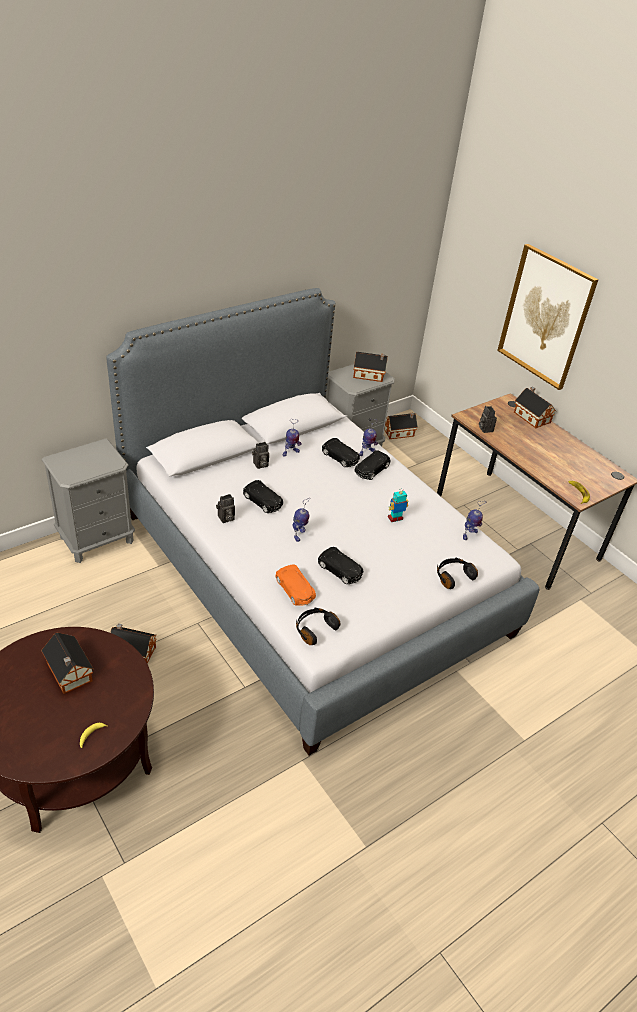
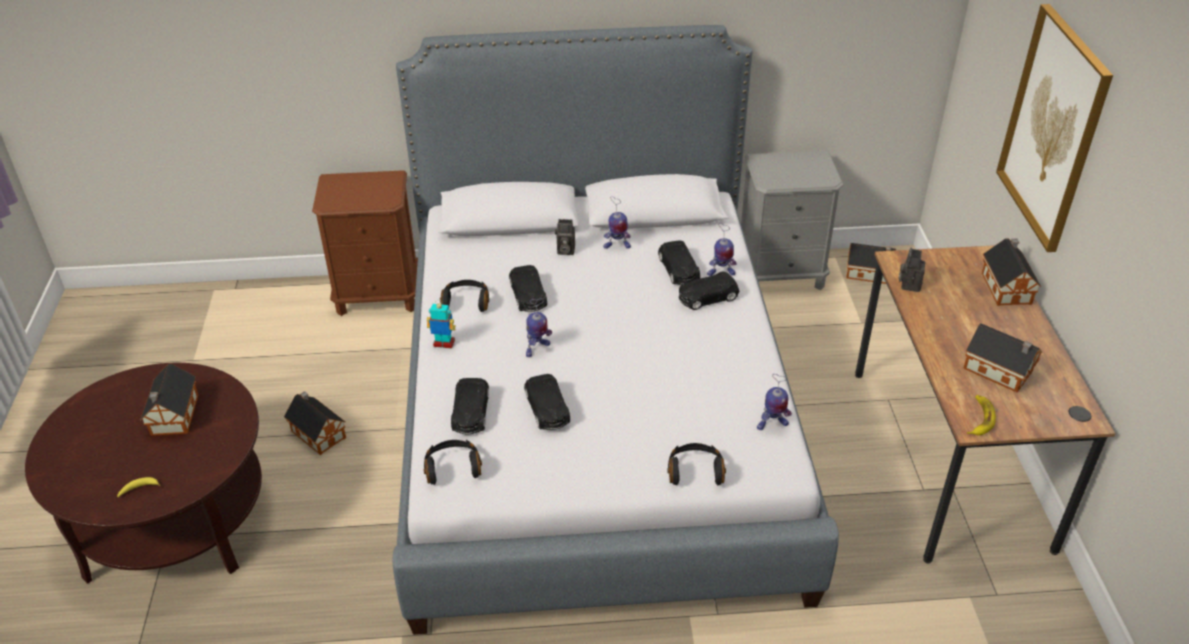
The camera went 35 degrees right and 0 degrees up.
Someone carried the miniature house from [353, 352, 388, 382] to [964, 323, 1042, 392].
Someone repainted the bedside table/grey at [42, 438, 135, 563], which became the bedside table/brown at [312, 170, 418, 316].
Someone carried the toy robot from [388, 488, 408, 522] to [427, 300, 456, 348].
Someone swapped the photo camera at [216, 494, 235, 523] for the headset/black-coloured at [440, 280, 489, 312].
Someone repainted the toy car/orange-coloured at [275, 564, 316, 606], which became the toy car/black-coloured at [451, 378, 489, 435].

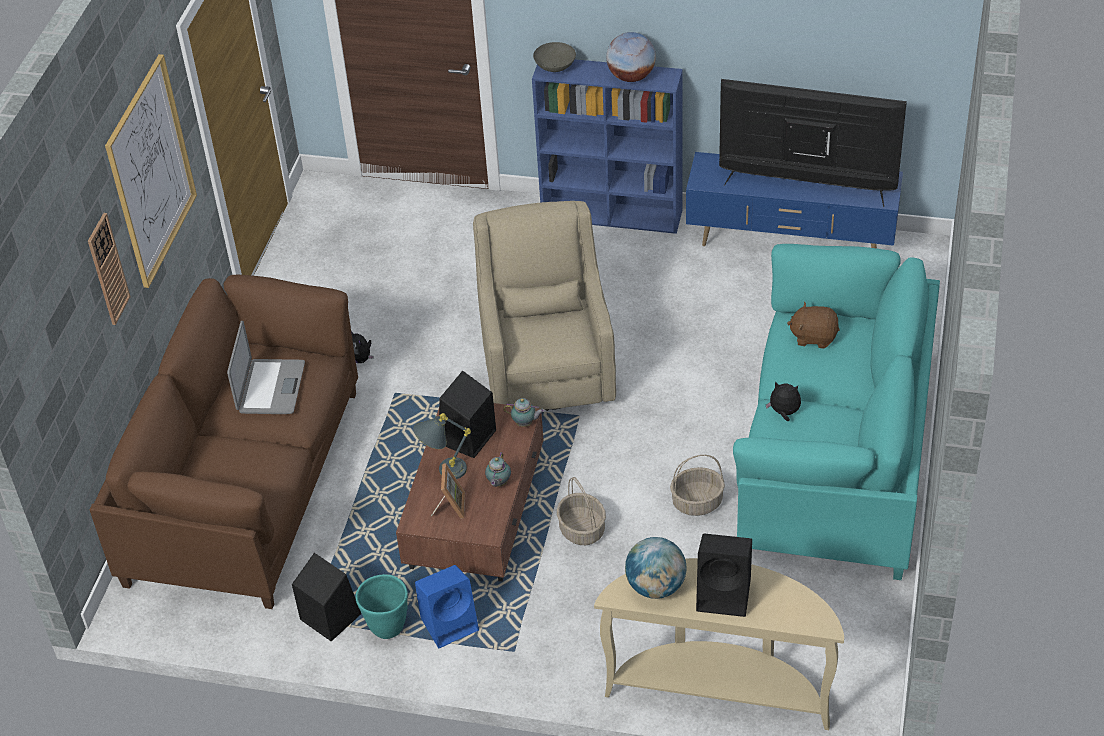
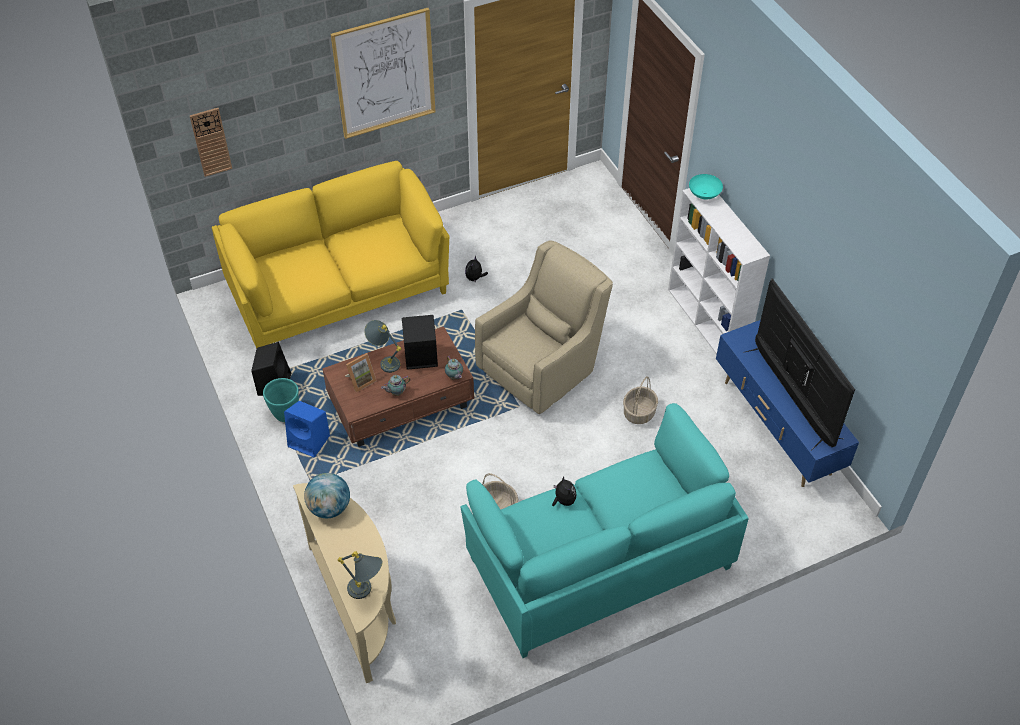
The camera went 50 degrees right and 5 degrees up.
Someone took away the globe at [606, 32, 656, 82].
Someone repainted the deep dish/grey at [533, 42, 576, 72], which became the deep dish/turquoise-coloured at [689, 174, 723, 199].
Someone repainted the bookcase/blue at [532, 59, 683, 234], which became the bookcase/whitish at [668, 188, 770, 354].
Someone carried the wall clock from [88, 213, 131, 325] to [190, 108, 232, 177].
Someone repainted the settee/brown at [90, 275, 358, 609], which became the settee/yellow-coloured at [212, 161, 449, 348].
Someone took away the cuddly toy/brown at [787, 302, 839, 349].
Someone took away the portable computer at [227, 321, 305, 414].
Someone carried the storage basket from [557, 477, 606, 545] to [623, 377, 658, 424].
Someone took away the audio speaker/black-coloured at [696, 534, 752, 617].
Someone put down the tabletop lamp/grey at [338, 551, 382, 599].

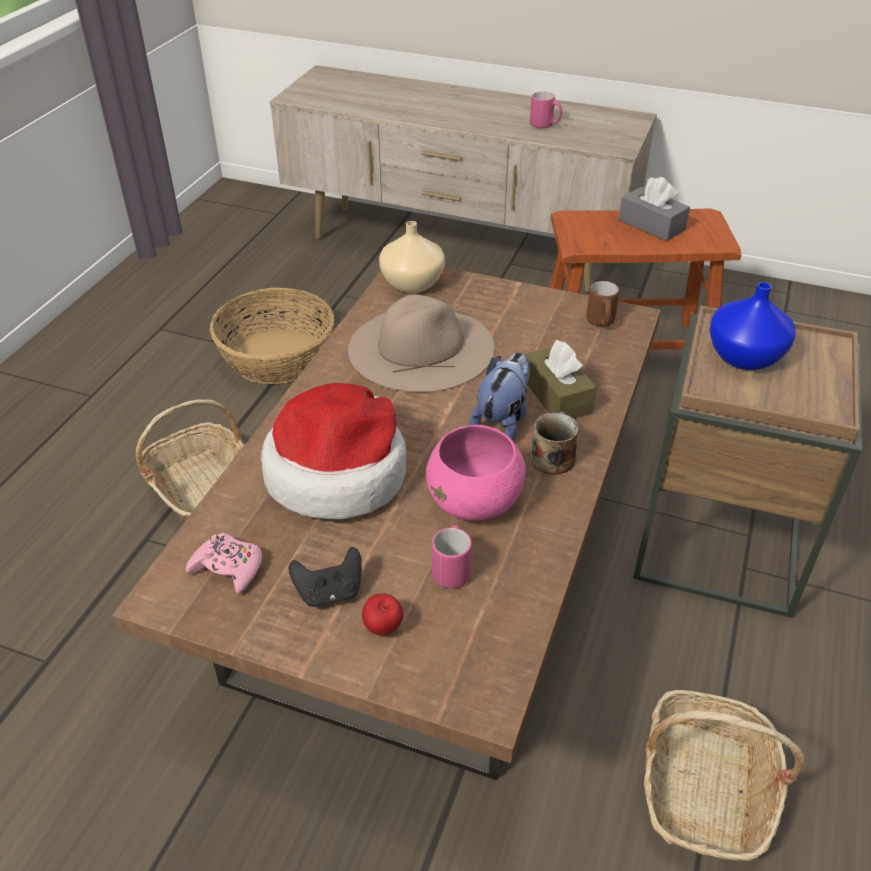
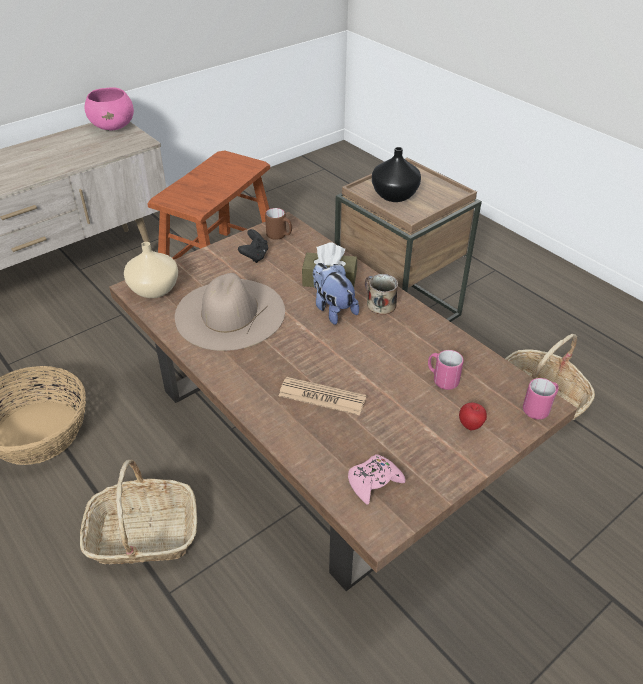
The camera went 60 degrees left and 0 degrees up.
Someone carried the coffee mug/pink from [530, 91, 562, 128] to [523, 378, 559, 420].
Someone took away the tissue box/grey at [619, 177, 690, 241].
Someone repainted the decorative vase/blue at [709, 282, 796, 370], which became the decorative vase/black-coloured at [372, 147, 421, 202].
Someone swapped the hat at [261, 383, 406, 519] for the newspaper at [279, 377, 366, 415].
Someone carried the deep dish/pink from [426, 425, 526, 521] to [84, 87, 134, 130].
Someone carried the joypad/black-coloured from [289, 547, 362, 607] to [238, 229, 268, 263].

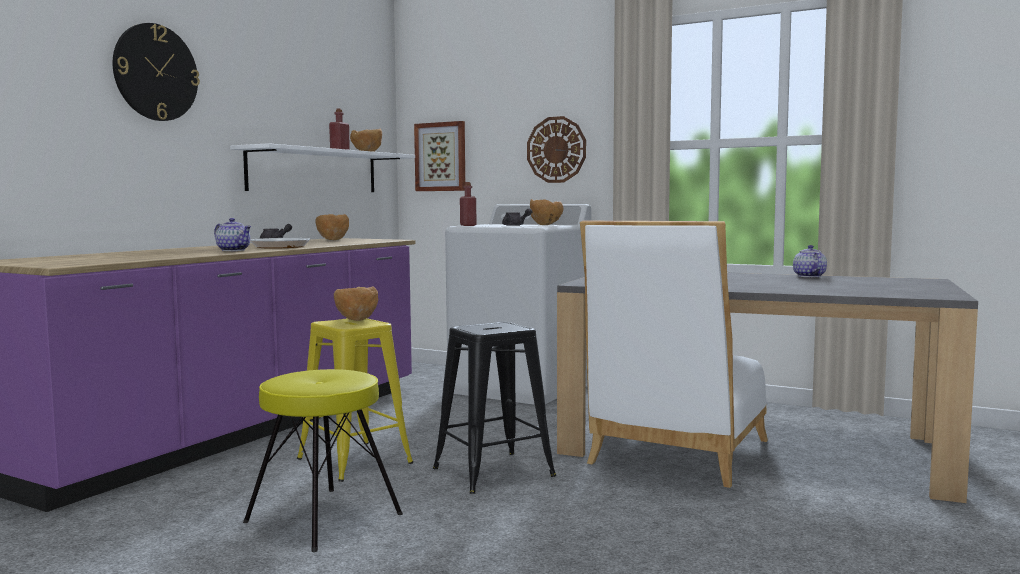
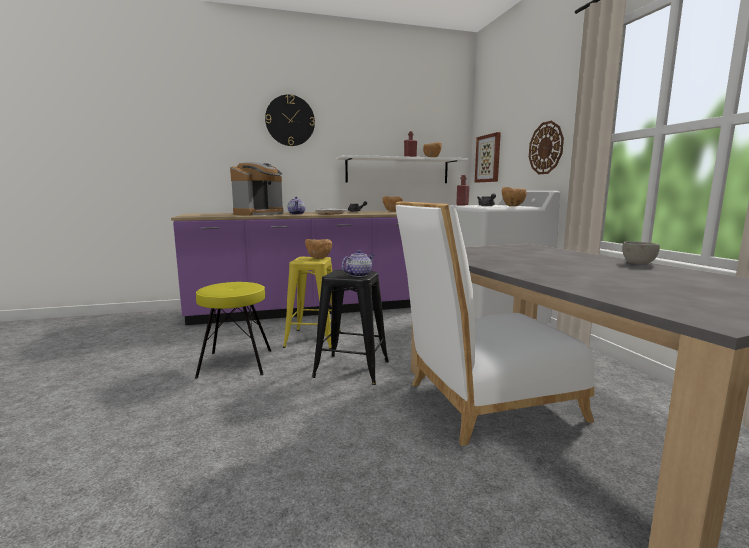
The camera went 45 degrees right and 5 degrees up.
Someone carried the pot for tea from [793, 245, 827, 277] to [342, 250, 375, 277].
Someone put down the coffee maker at [230, 162, 284, 216].
Someone put down the deep dish/grey at [622, 241, 660, 264].

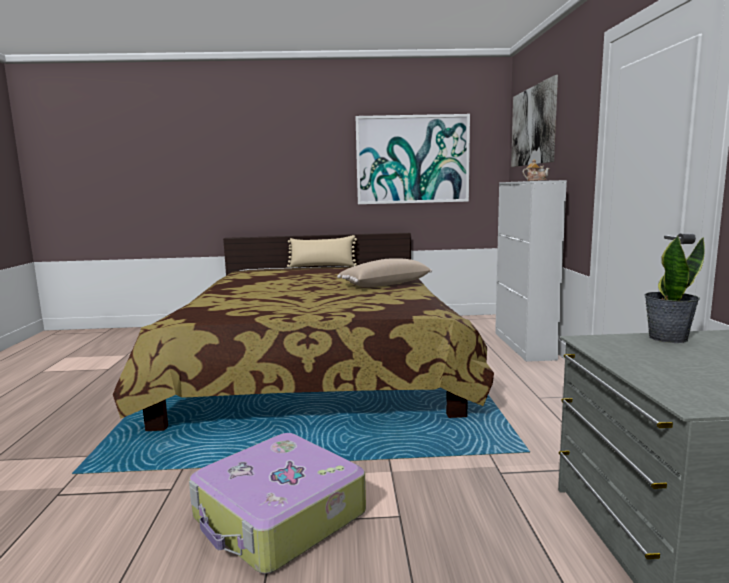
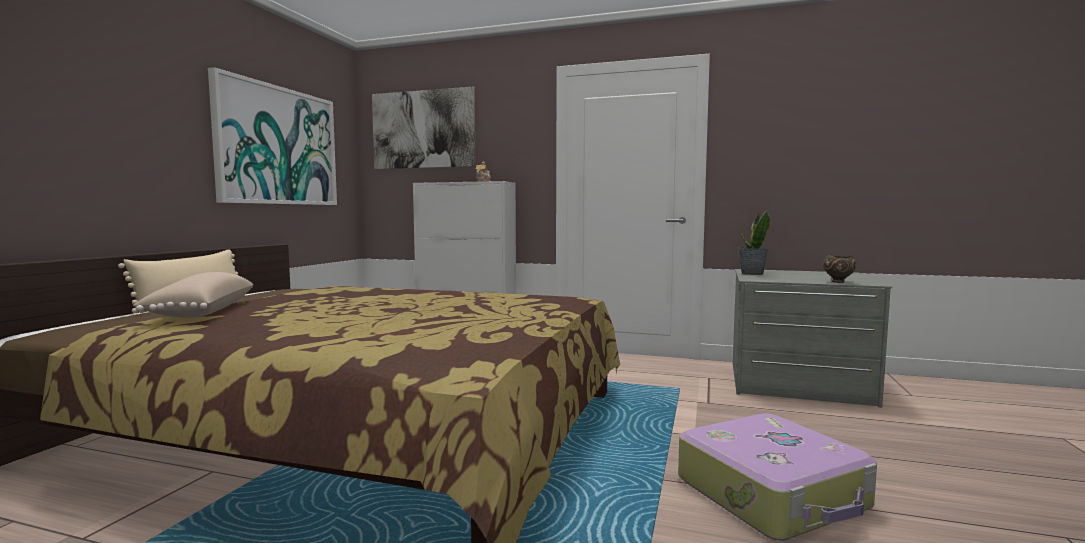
The camera went 70 degrees left and 5 degrees down.
Someone carried the pillow/sand-coloured from [337, 258, 432, 287] to [133, 272, 253, 318].
Someone put down the deep dish/brown at [823, 255, 856, 283].

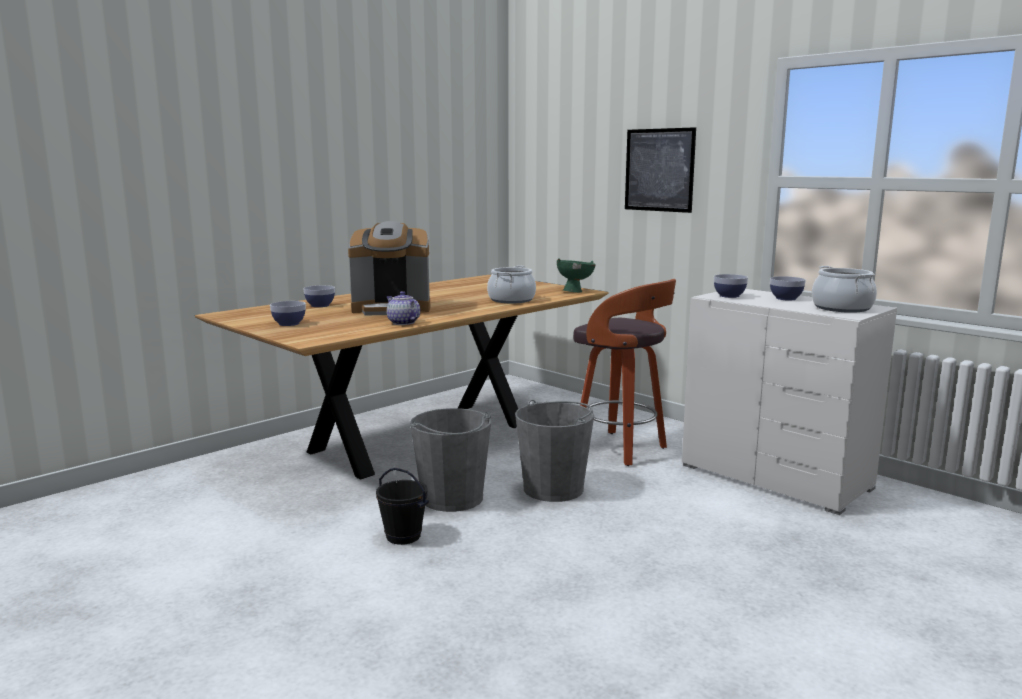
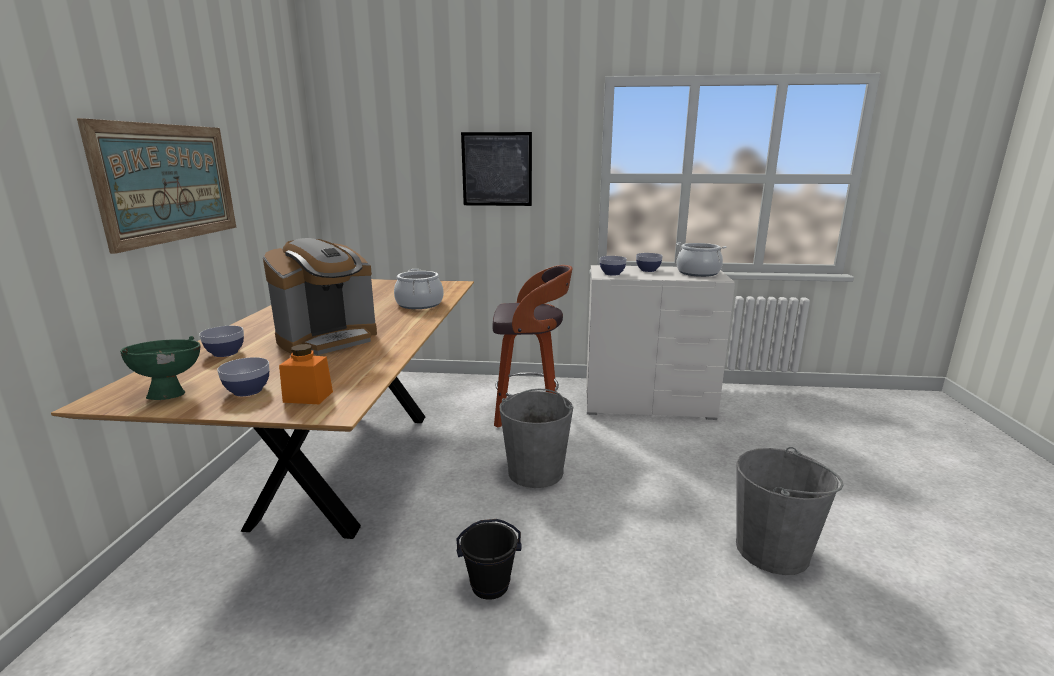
The camera went 40 degrees left and 5 degrees up.
Someone carried the deep dish/green from [557, 258, 596, 293] to [120, 336, 201, 400].
Someone took away the pot for tea at [387, 291, 420, 325].
Someone carried the water bucket/grey from [410, 408, 491, 512] to [736, 447, 844, 575].
Someone put up the picture at [77, 118, 236, 254].
Someone put down the storage jar/orange-coloured at [279, 344, 333, 404].

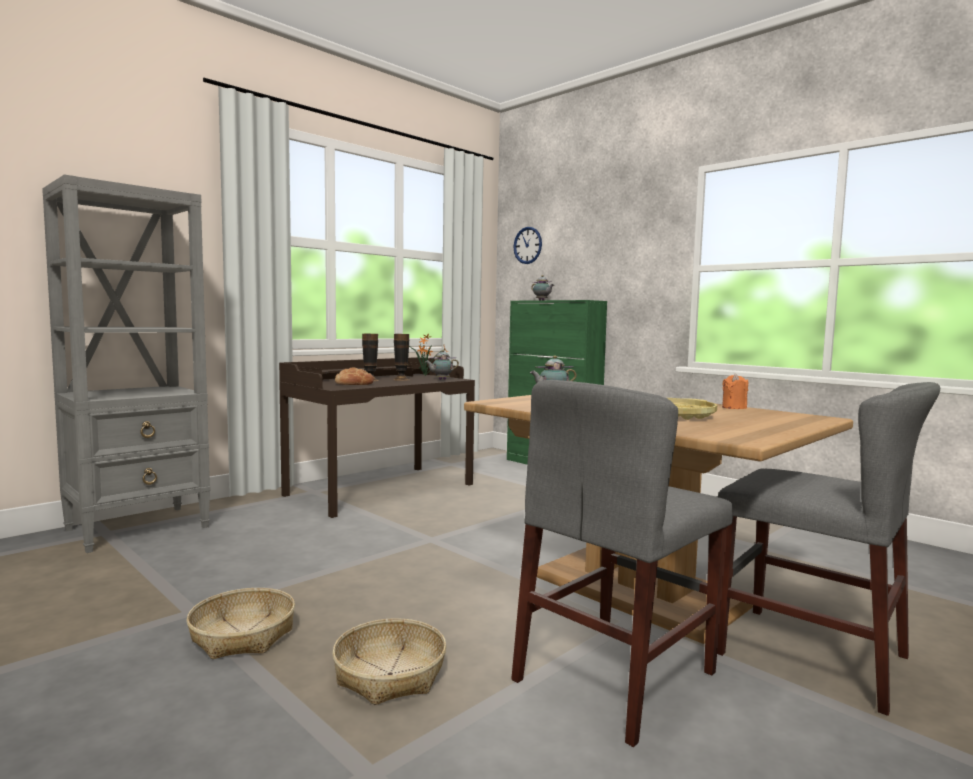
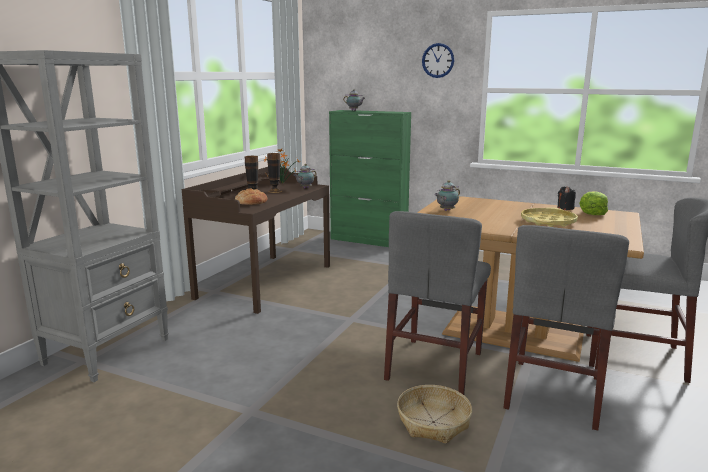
The camera went 20 degrees left and 10 degrees up.
Someone carried the wall clock from [513, 227, 542, 264] to [422, 43, 454, 78].
Someone repainted the wax light/orange-coloured at [722, 373, 748, 409], which became the wax light/black-coloured at [557, 186, 576, 210].
Someone took away the storage basket at [186, 588, 295, 659].
Someone put down the lettuce at [579, 191, 608, 215].
Someone put down the chair/grey at [384, 211, 491, 395].

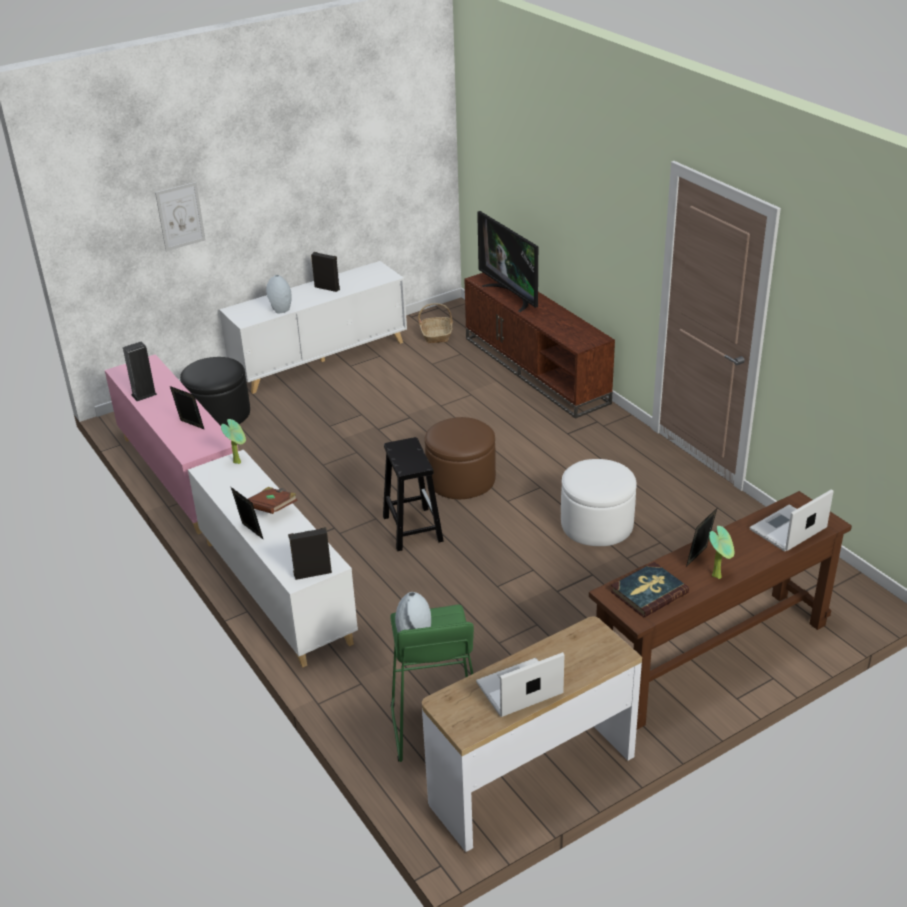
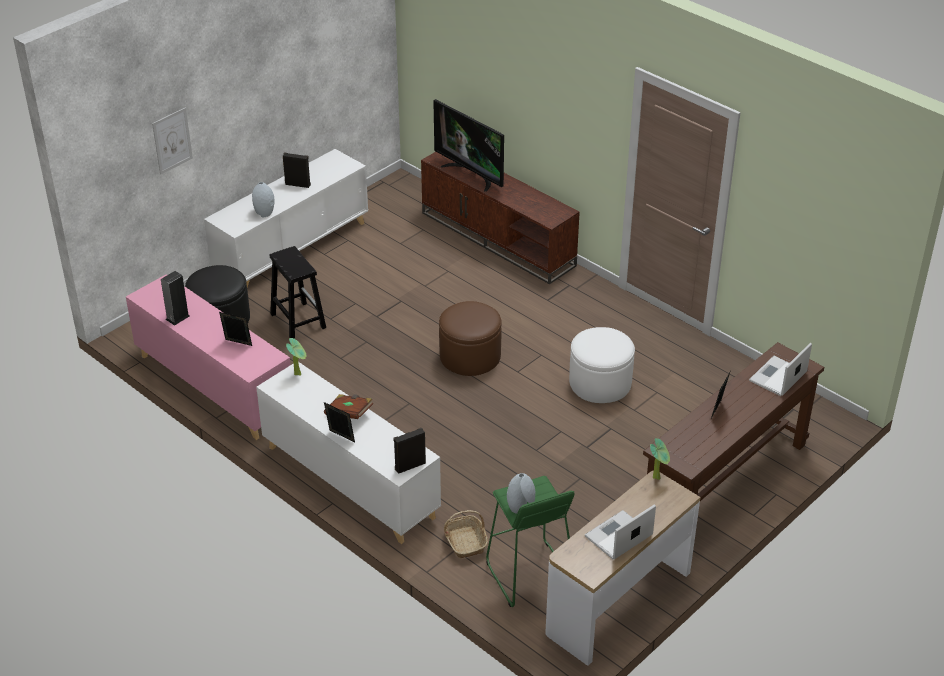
The camera went 15 degrees left and 5 degrees up.
Someone carried the storage basket from [418, 303, 453, 343] to [444, 510, 488, 559].
Someone carried the stool seat/black-coloured from [383, 437, 444, 551] to [270, 246, 326, 339].
Someone carried the potted plant from [709, 526, 734, 579] to [650, 438, 670, 480].
Someone took away the volume at [611, 562, 689, 618].

